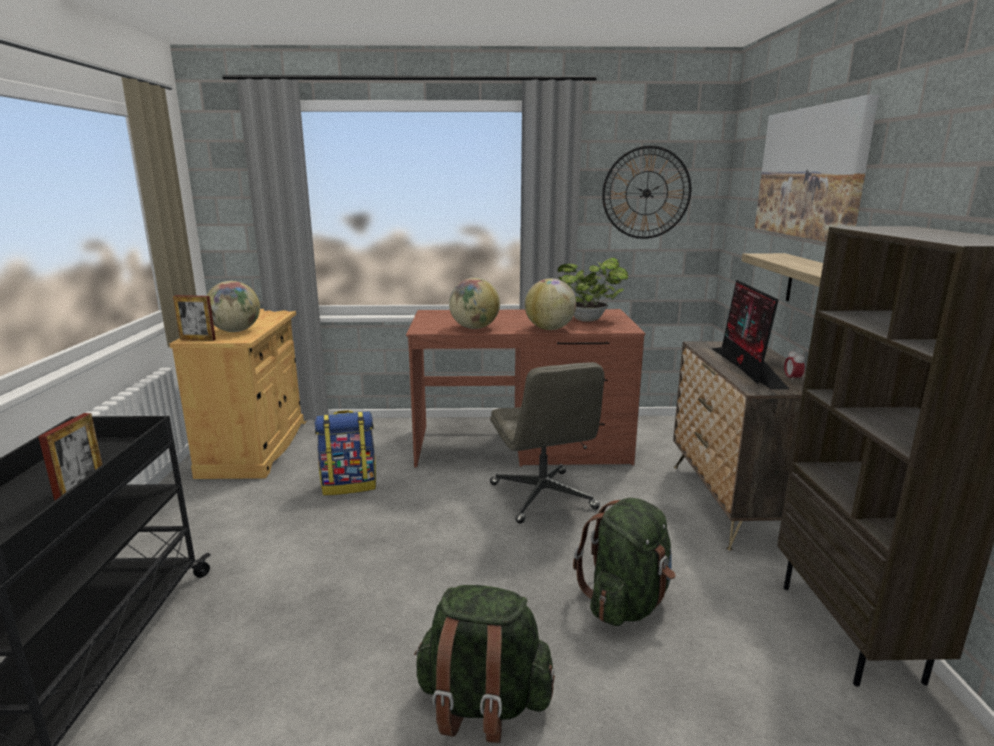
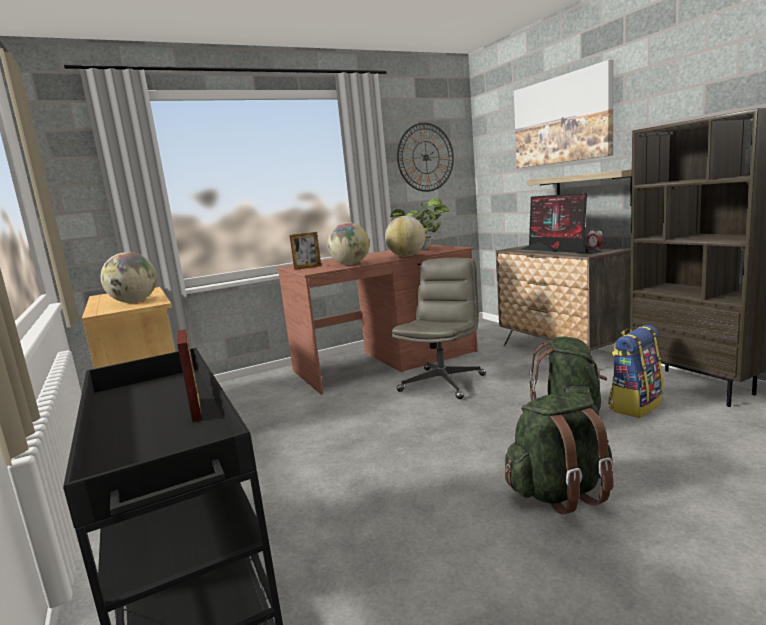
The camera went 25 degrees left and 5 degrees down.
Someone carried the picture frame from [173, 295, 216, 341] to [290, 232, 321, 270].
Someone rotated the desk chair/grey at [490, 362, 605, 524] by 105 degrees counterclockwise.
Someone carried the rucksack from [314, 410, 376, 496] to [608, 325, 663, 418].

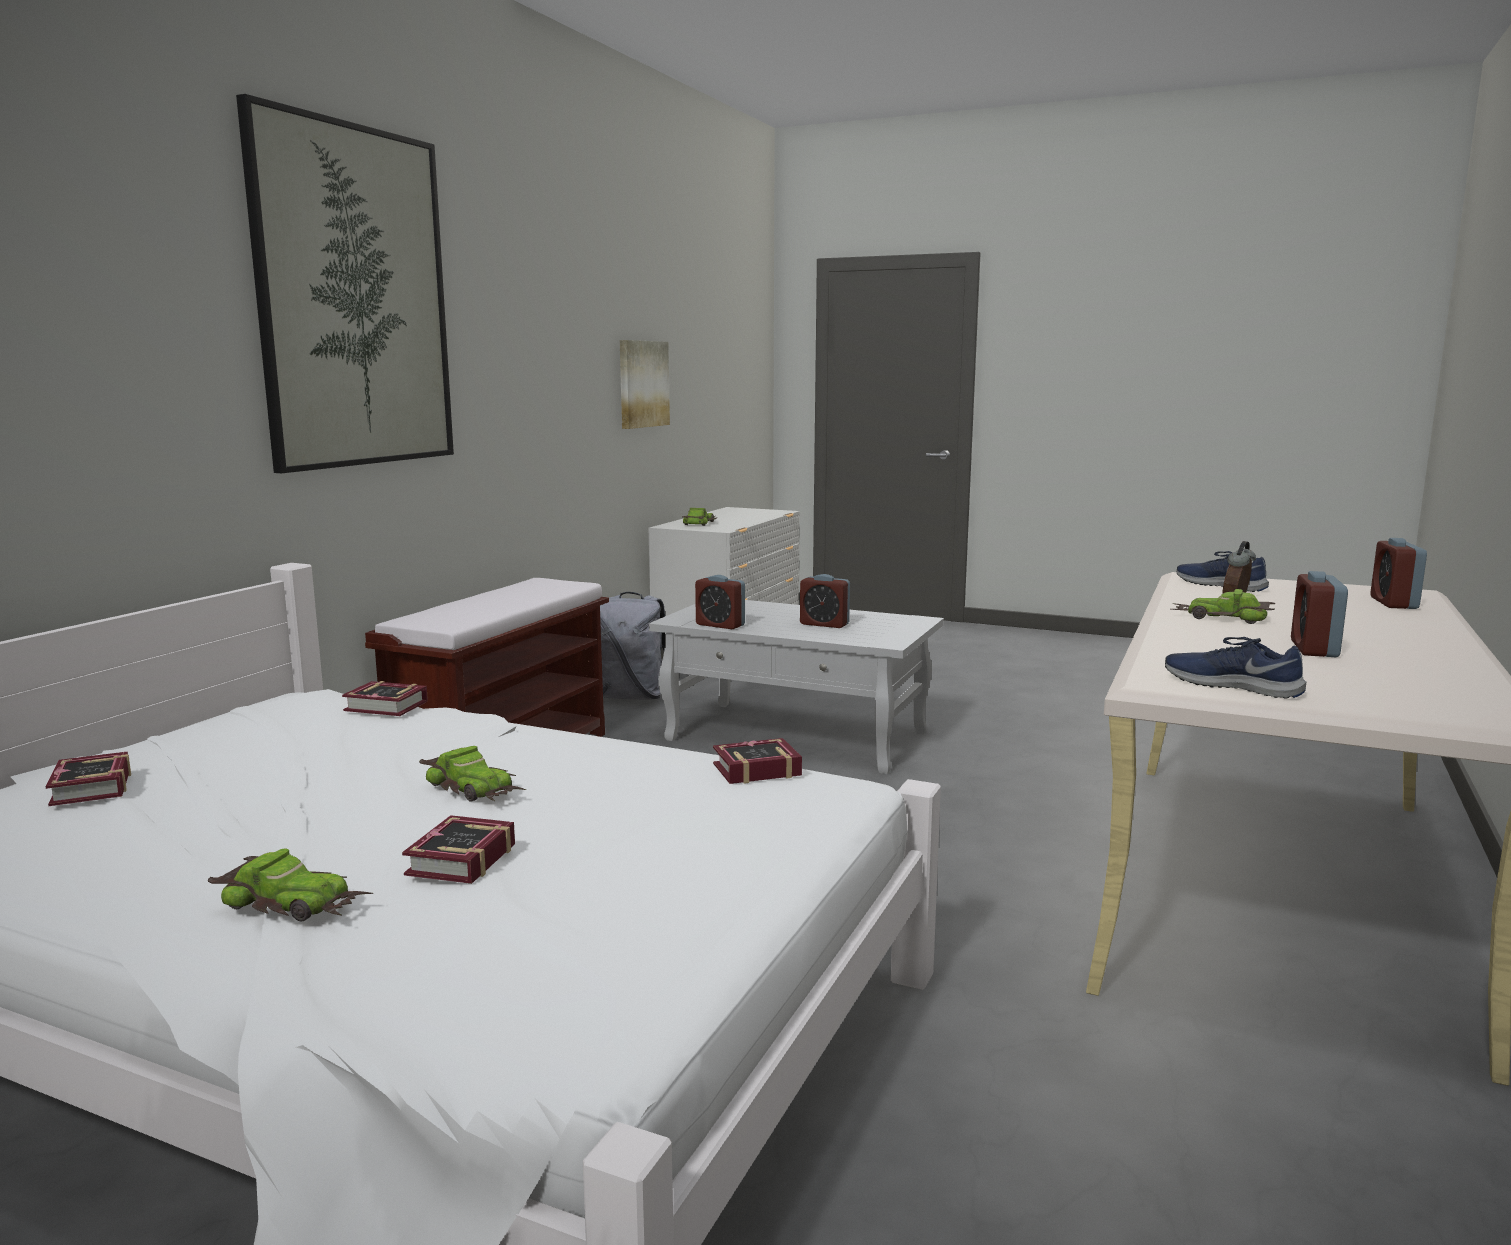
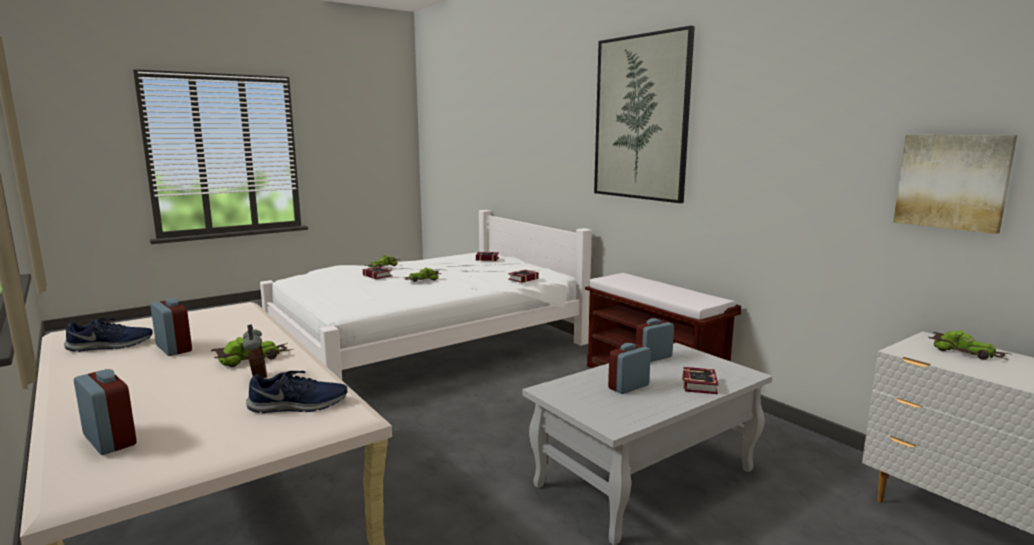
The camera went 120 degrees right and 0 degrees up.
Someone took away the rucksack/grey at [600, 592, 665, 700].
Someone carried the low shoe/blue from [1165, 637, 1306, 699] to [64, 318, 153, 352].
Someone carried the volume from [713, 738, 802, 784] to [682, 367, 719, 394].

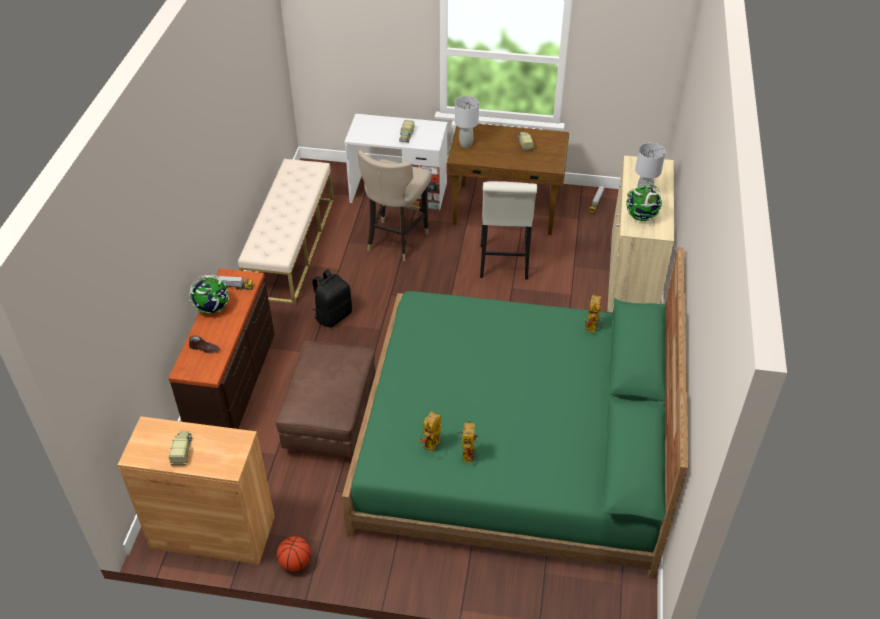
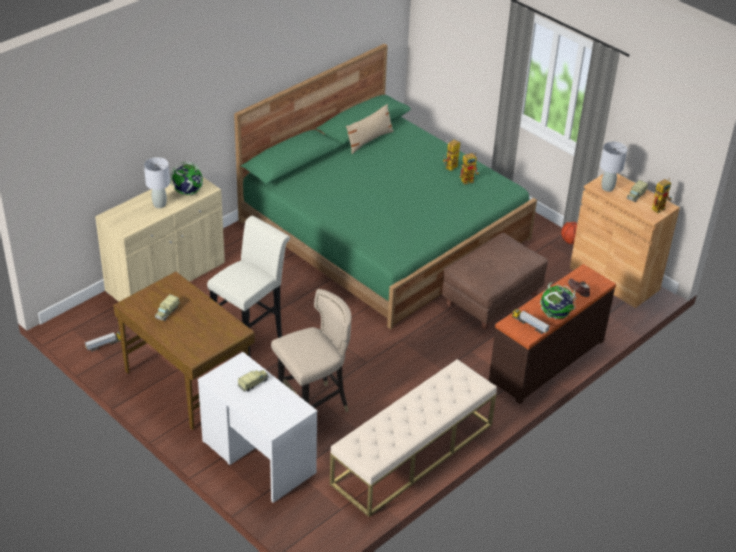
The camera went 145 degrees left and 5 degrees down.
Someone carried the tabletop lamp/grey from [455, 96, 479, 148] to [600, 141, 627, 192].
Someone took away the rucksack/black-coloured at [312, 269, 352, 327].
Someone carried the toy robot from [584, 295, 603, 333] to [652, 178, 672, 213].
Someone put down the pillow/sand-coloured at [346, 104, 394, 154].

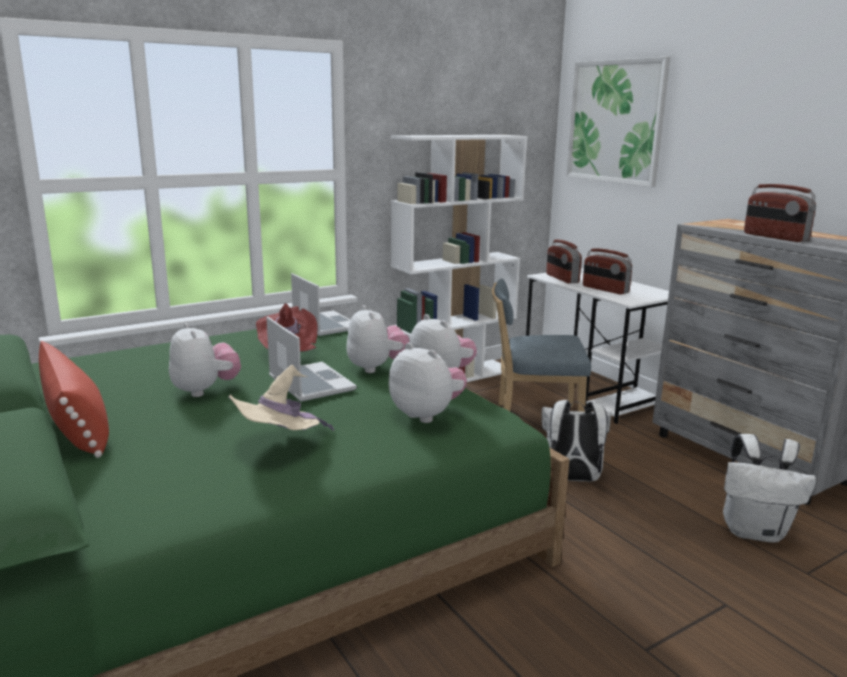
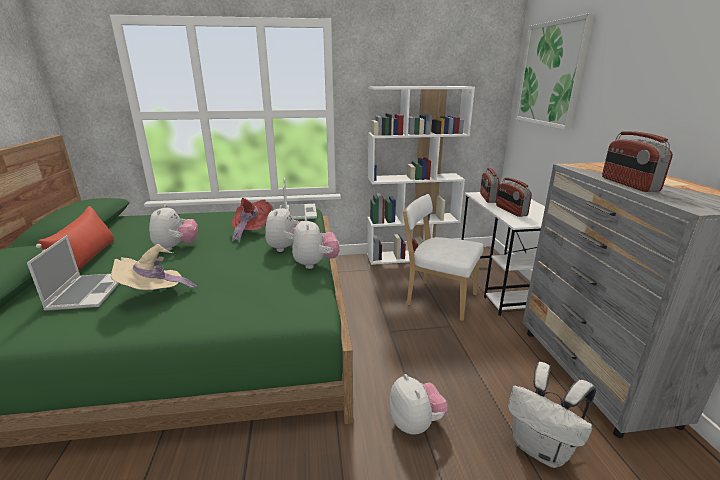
The camera went 25 degrees right and 5 degrees up.
Someone repainted the chair/blue at [492, 279, 591, 412], which became the chair/whitish at [403, 194, 484, 321].
Someone carried the portable computer from [266, 317, 357, 402] to [27, 235, 119, 311].
Someone carried the cuddly toy from [389, 343, 467, 423] to [389, 374, 448, 435].
Someone took away the rucksack/whitish at [542, 400, 612, 481].

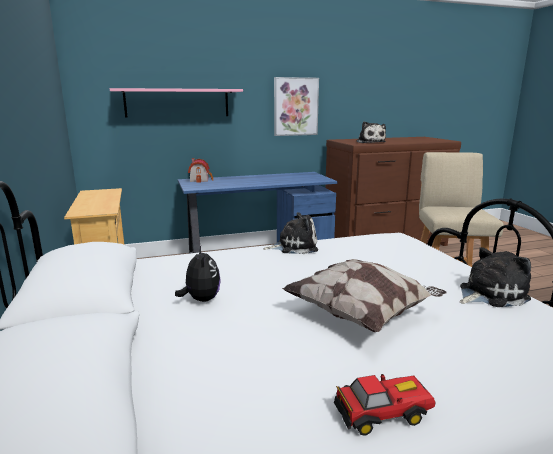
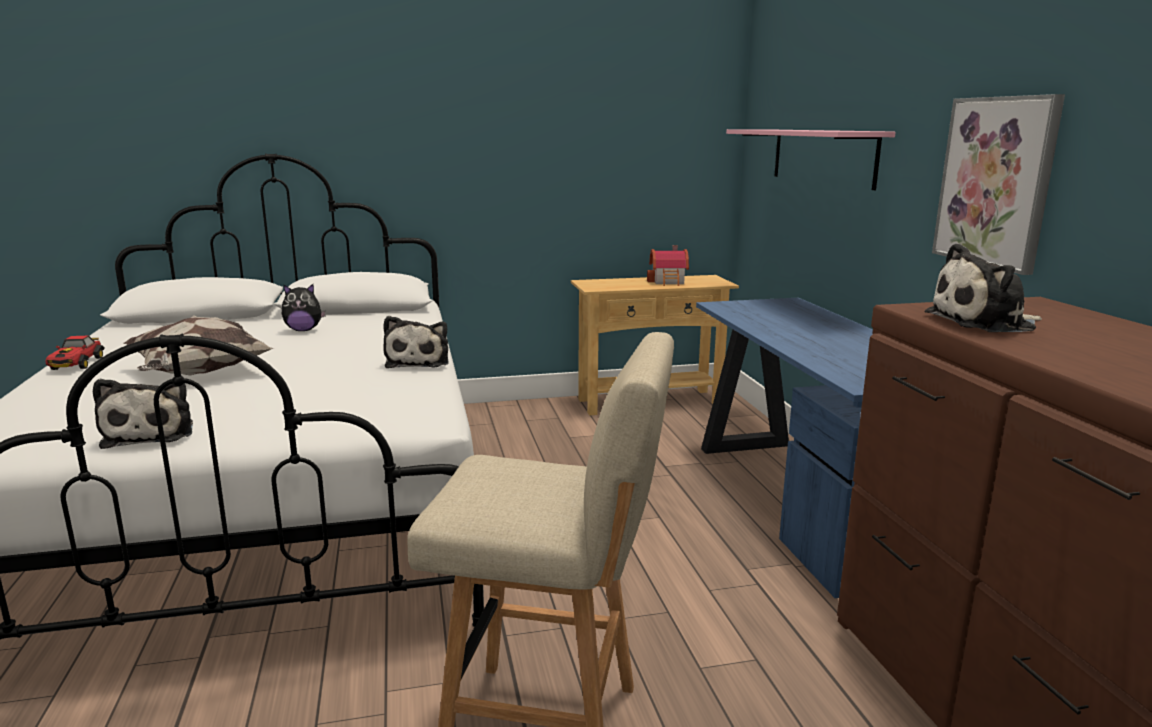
The camera went 95 degrees right and 0 degrees up.
Someone carried the miniature house from [188, 158, 213, 183] to [647, 245, 689, 286].

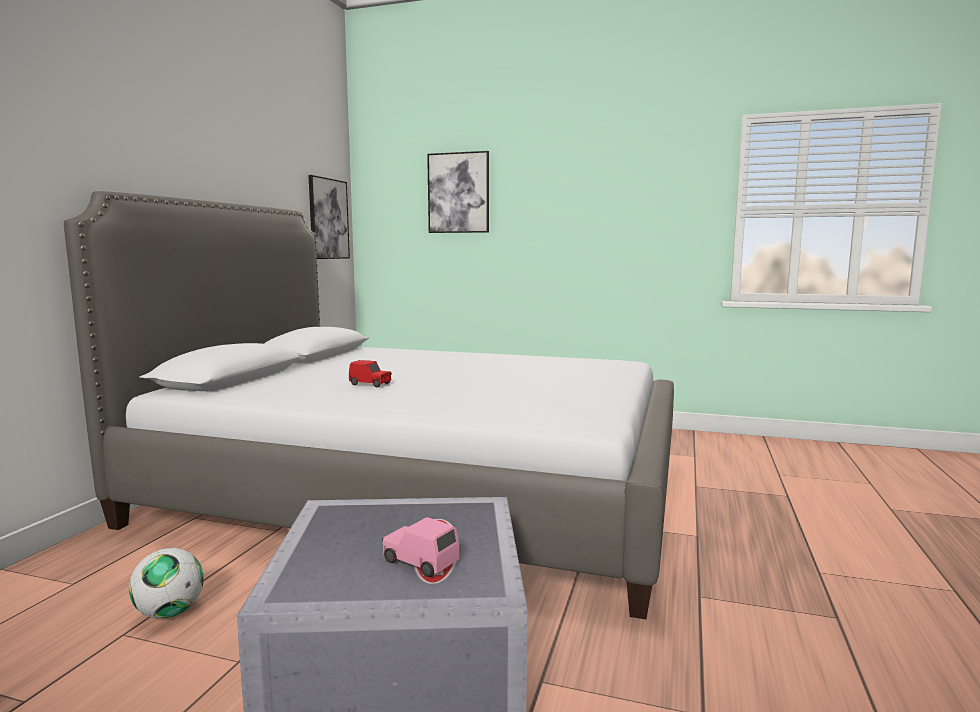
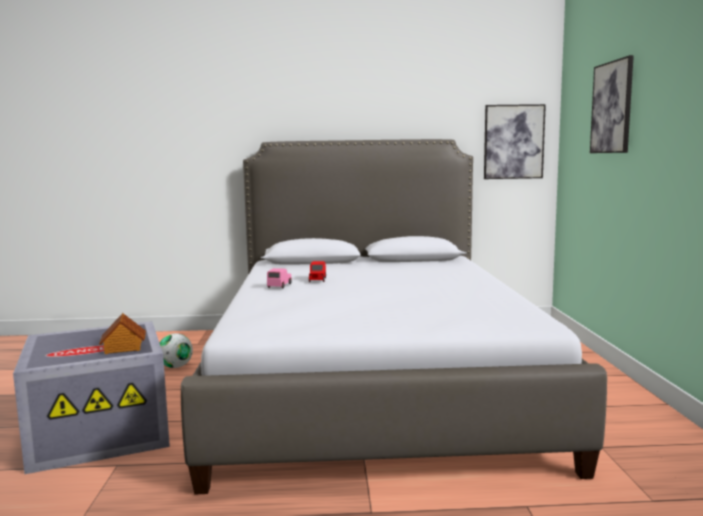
The camera went 70 degrees right and 0 degrees up.
Someone carried the toy car/pink from [382, 517, 459, 577] to [267, 268, 292, 288].
Someone put down the miniature house at [99, 313, 146, 354].

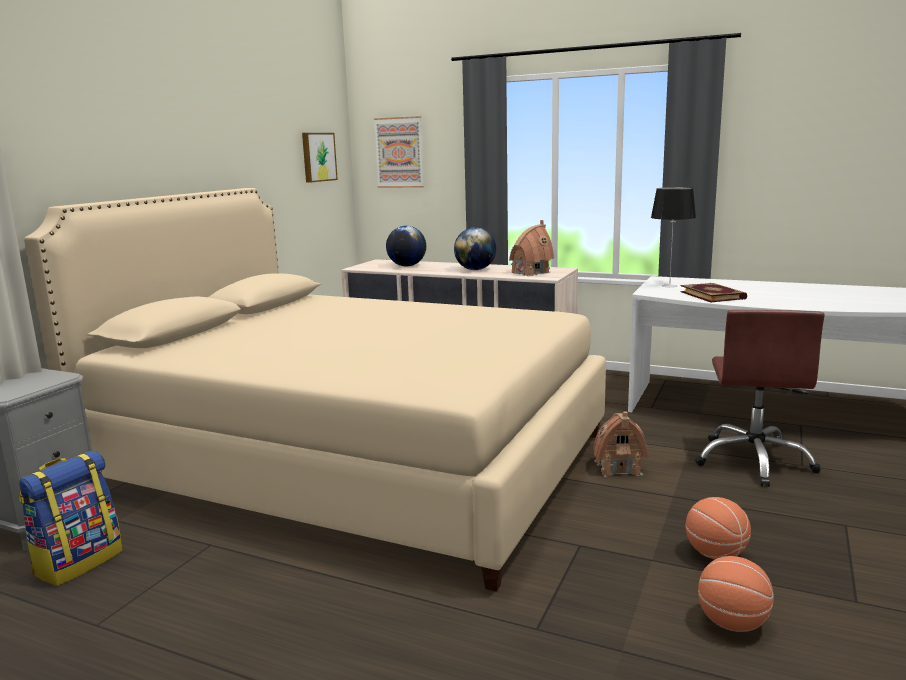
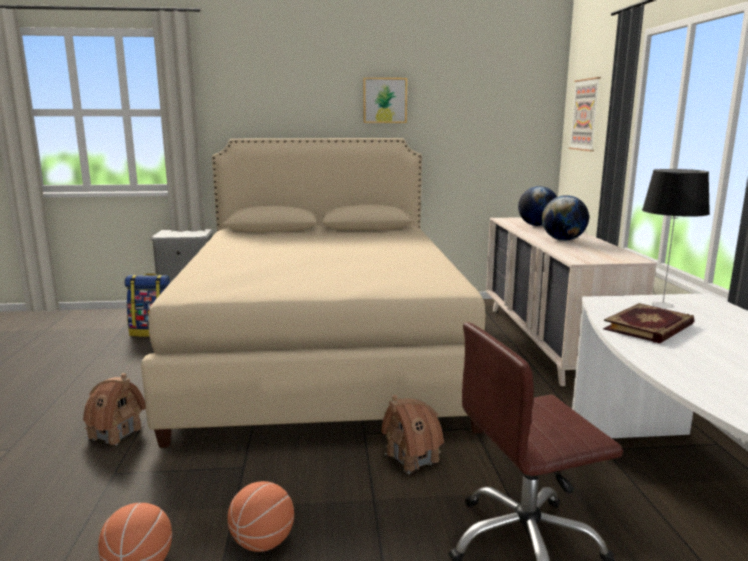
The camera went 60 degrees right and 0 degrees up.
Someone carried the picture from [302, 133, 338, 183] to [363, 78, 407, 123].
Someone carried the miniature house from [509, 220, 554, 276] to [83, 373, 146, 446].

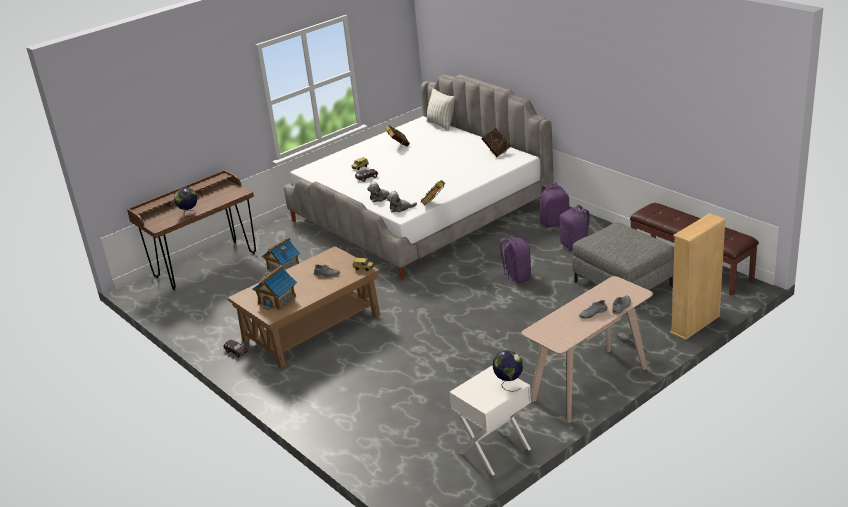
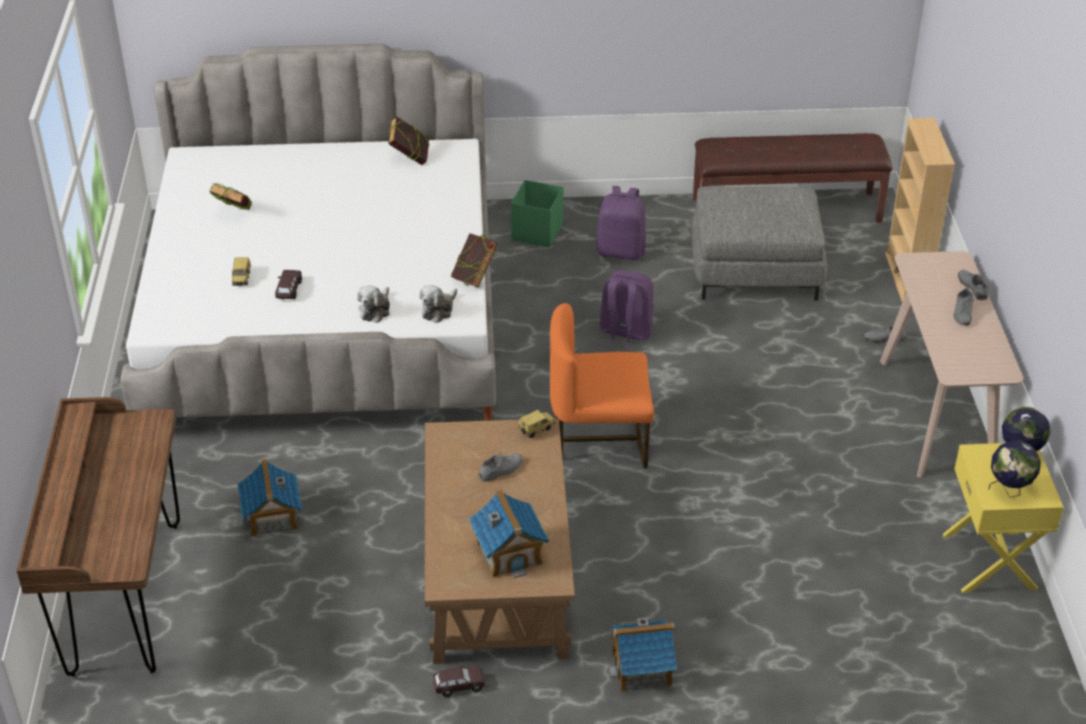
The camera went 55 degrees left and 10 degrees up.
Someone took away the pillow at [426, 89, 455, 131].
Someone swapped the rucksack/purple at [540, 183, 569, 228] for the storage box/green at [511, 180, 563, 247].
Someone carried the globe from [174, 188, 197, 217] to [989, 441, 1041, 498].
Someone repainted the bedside table/whitish at [449, 366, 531, 476], which became the bedside table/yellow-coloured at [943, 443, 1064, 593].
Someone put down the chair/orange-coloured at [550, 303, 654, 468].
Someone put down the miniature house at [608, 618, 677, 692].

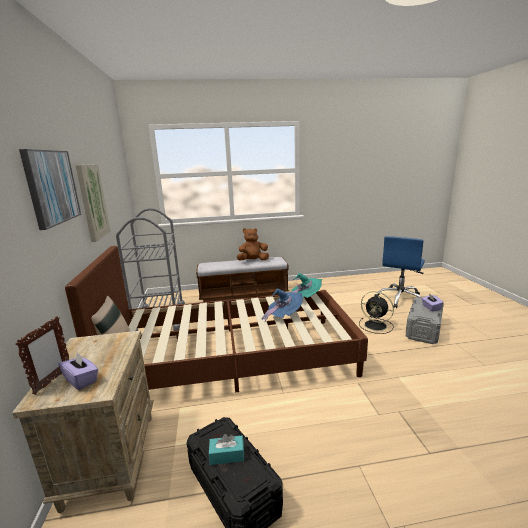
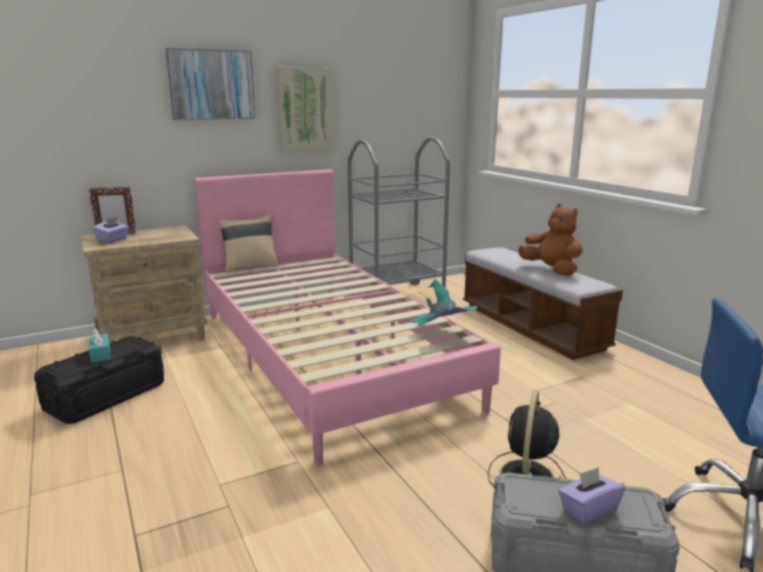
The camera went 70 degrees right and 0 degrees up.
Someone repainted the bed/brown at [65, 246, 368, 393], which became the bed/pink at [194, 170, 501, 465].
Someone took away the hat/blue at [262, 289, 303, 323].

